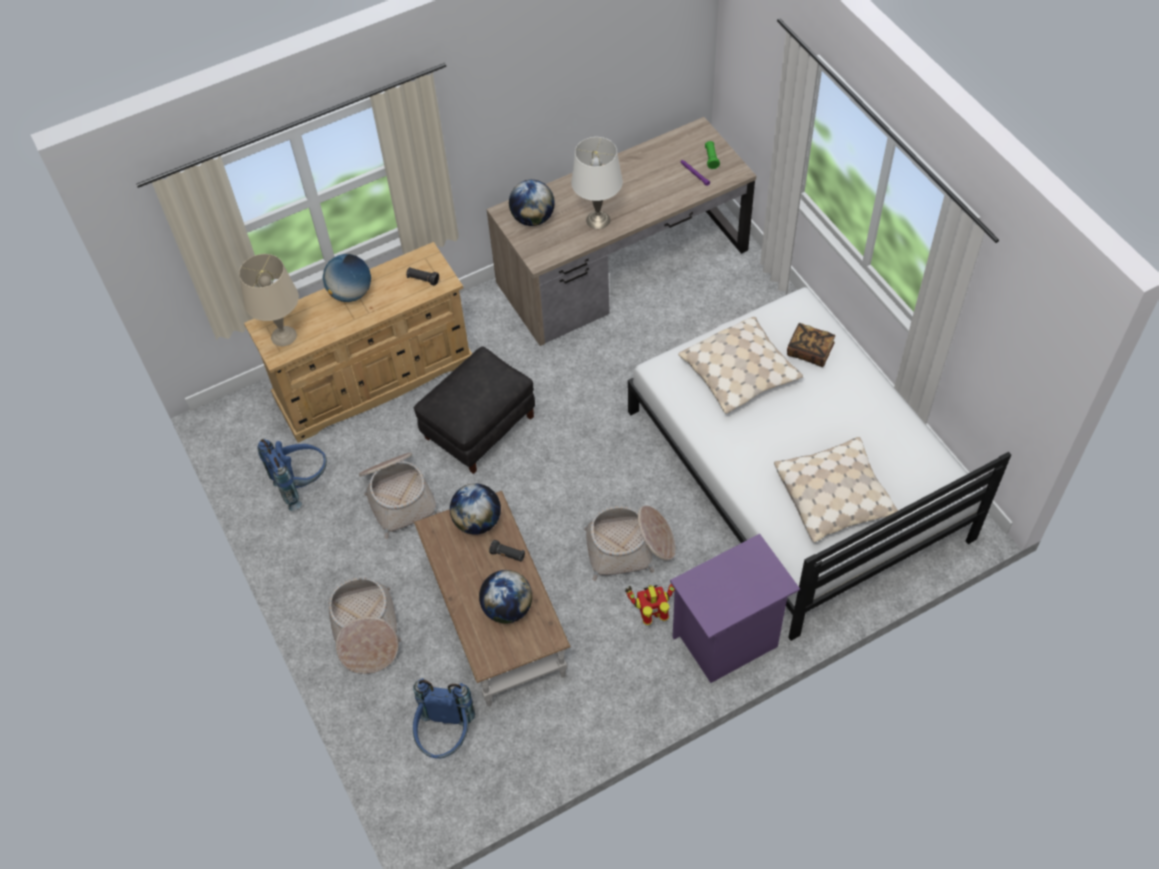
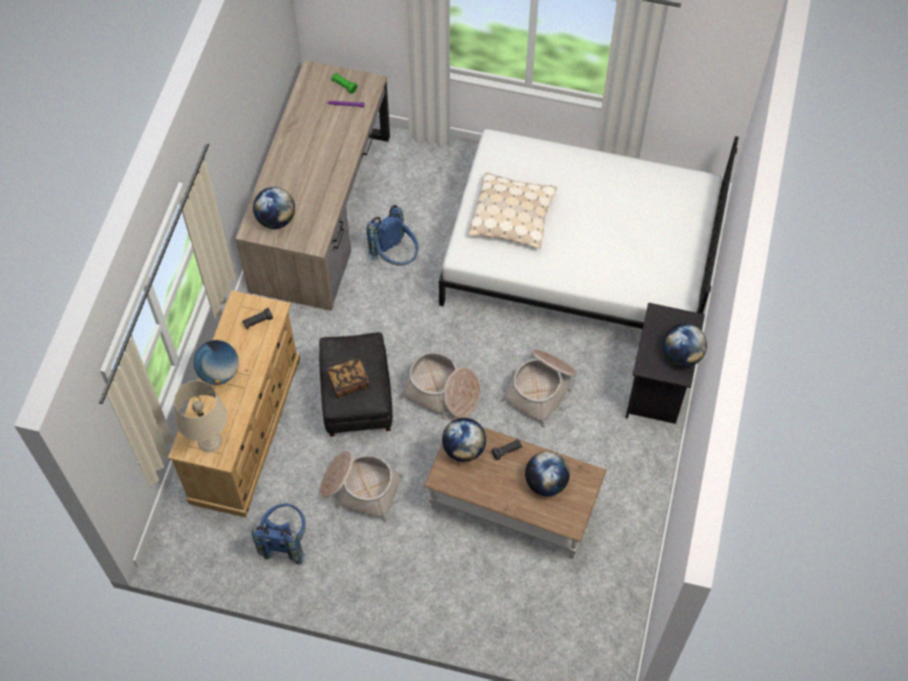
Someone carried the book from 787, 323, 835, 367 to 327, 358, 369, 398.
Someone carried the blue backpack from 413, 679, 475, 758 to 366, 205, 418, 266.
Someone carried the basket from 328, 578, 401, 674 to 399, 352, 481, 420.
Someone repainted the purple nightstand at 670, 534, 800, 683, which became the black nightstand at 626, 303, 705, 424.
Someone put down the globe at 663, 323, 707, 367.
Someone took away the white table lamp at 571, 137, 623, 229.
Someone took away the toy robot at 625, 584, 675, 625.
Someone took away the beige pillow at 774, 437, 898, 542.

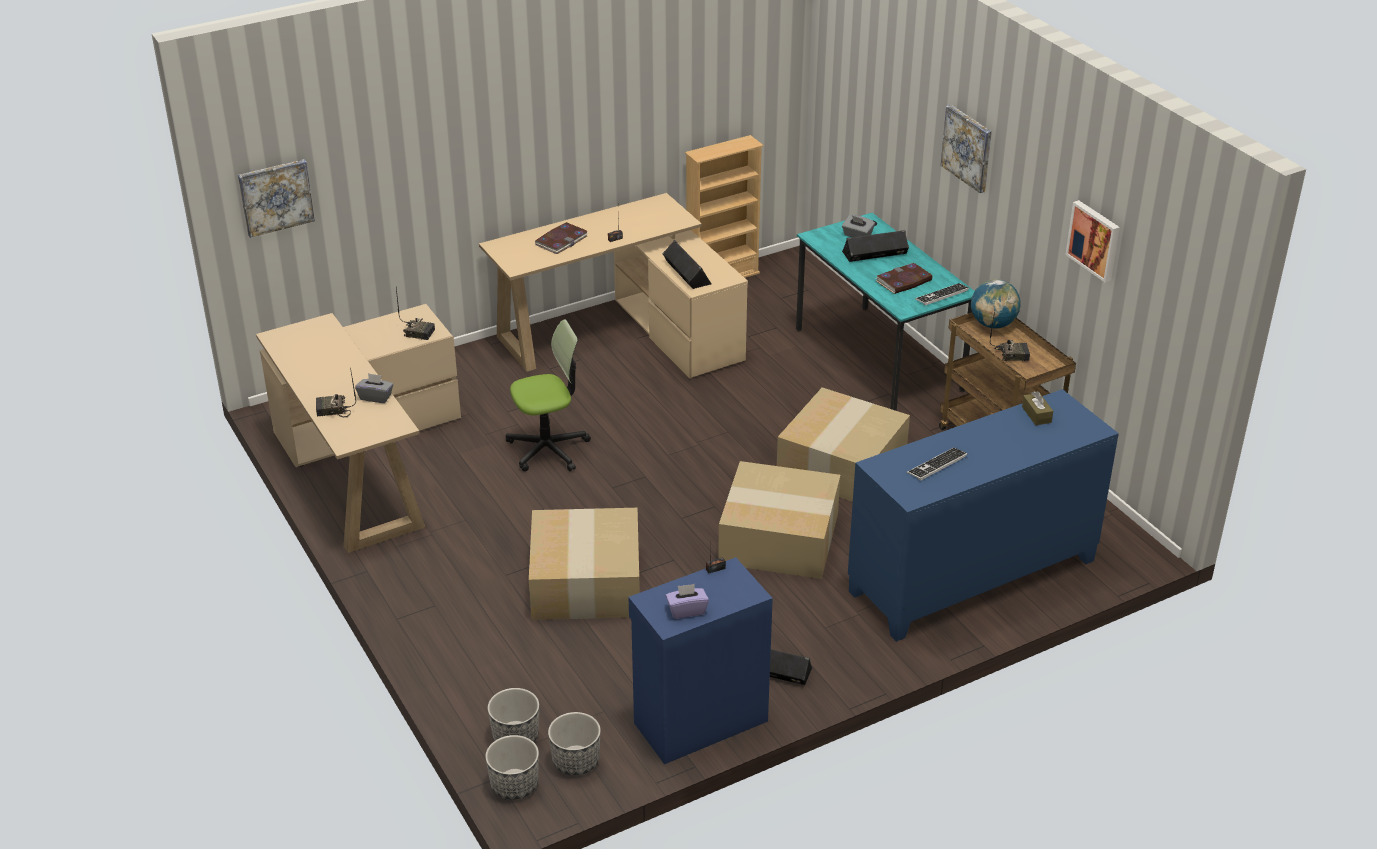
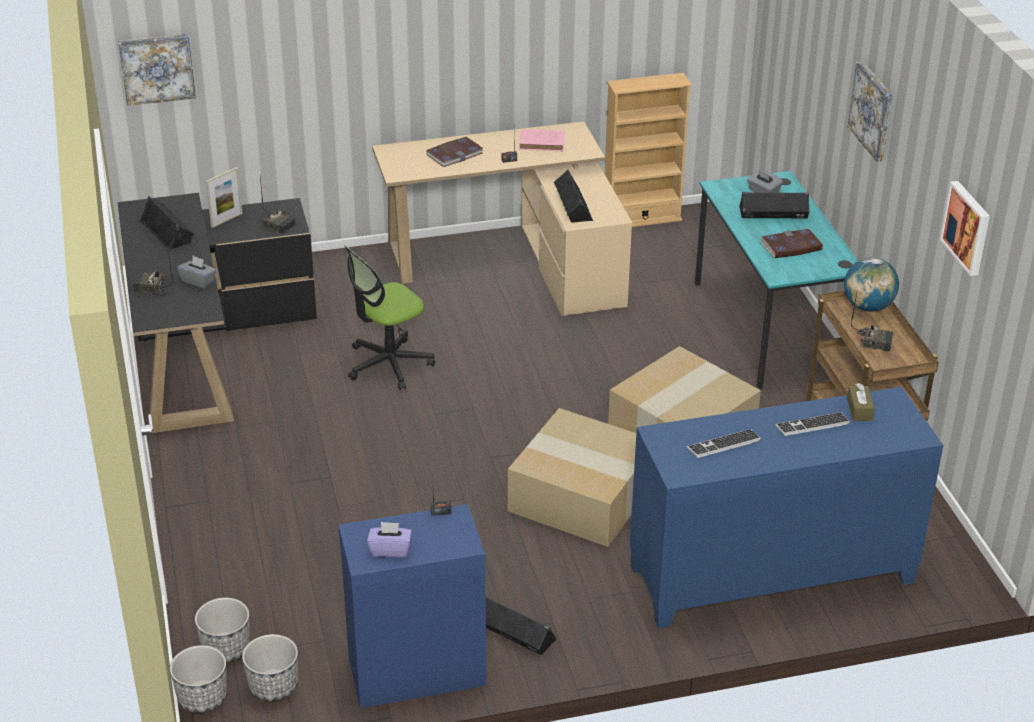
Someone repainted the beige desk at 256, 304, 461, 553, which became the black desk at 117, 193, 317, 433.
Someone put down the black speaker at 140, 196, 194, 251.
Someone put down the picture frame at 206, 167, 243, 228.
Someone rotated the office chair at 506, 319, 591, 471 by 150 degrees clockwise.
Someone put down the pink book at 519, 129, 565, 151.
Someone carried the keyboard from 915, 283, 969, 305 to 775, 412, 850, 436.
Someone took away the cardboard box at 529, 508, 640, 620.

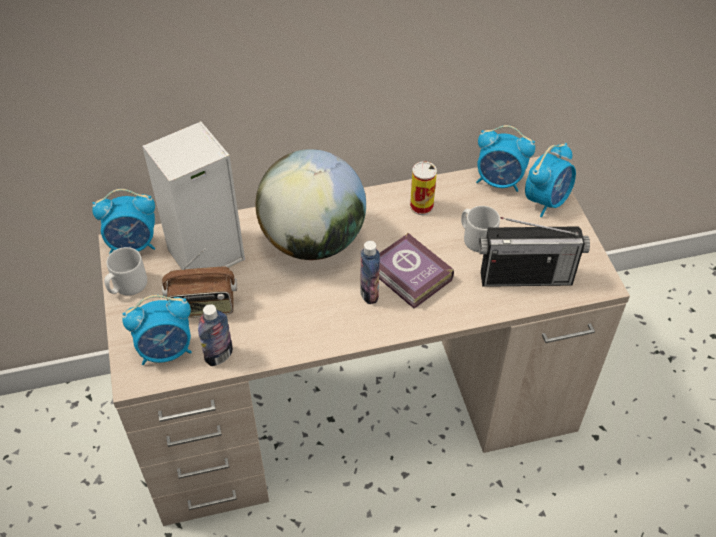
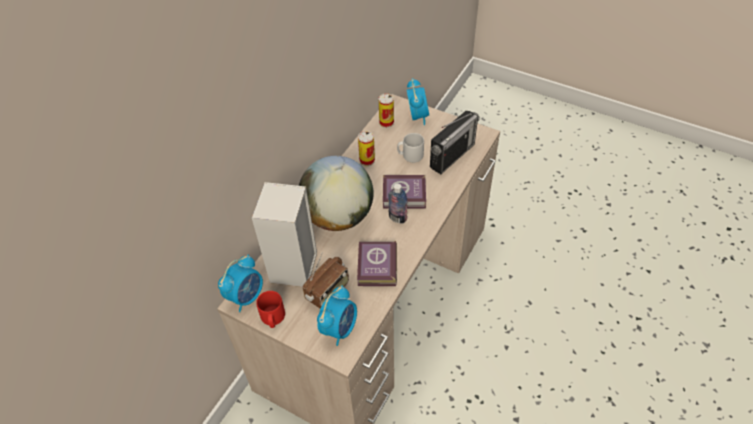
Someone repainted the grey mug at 104, 247, 147, 296, which became the red mug at 256, 291, 285, 328.
Someone put down the book at 357, 241, 397, 286.
Someone swapped the alarm clock at 476, 125, 535, 192 for the can at 378, 93, 394, 128.
Someone took away the bottle at 198, 304, 233, 366.

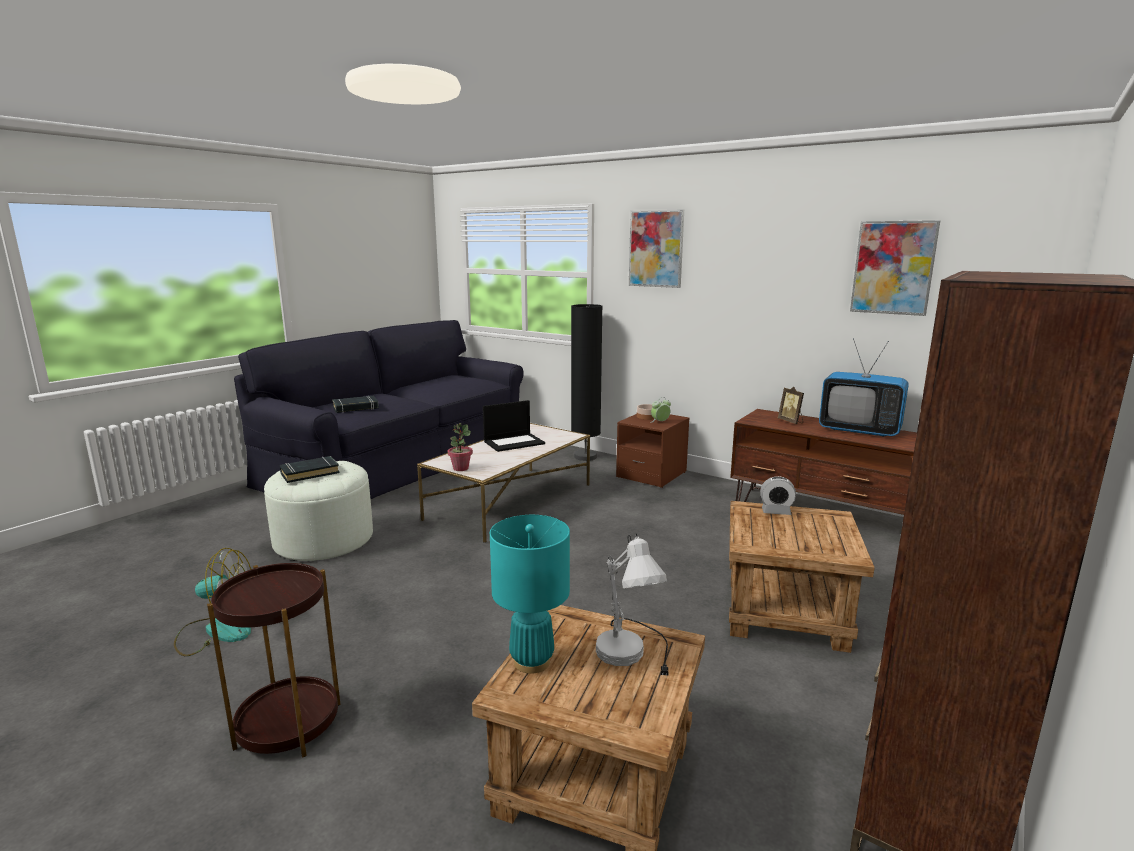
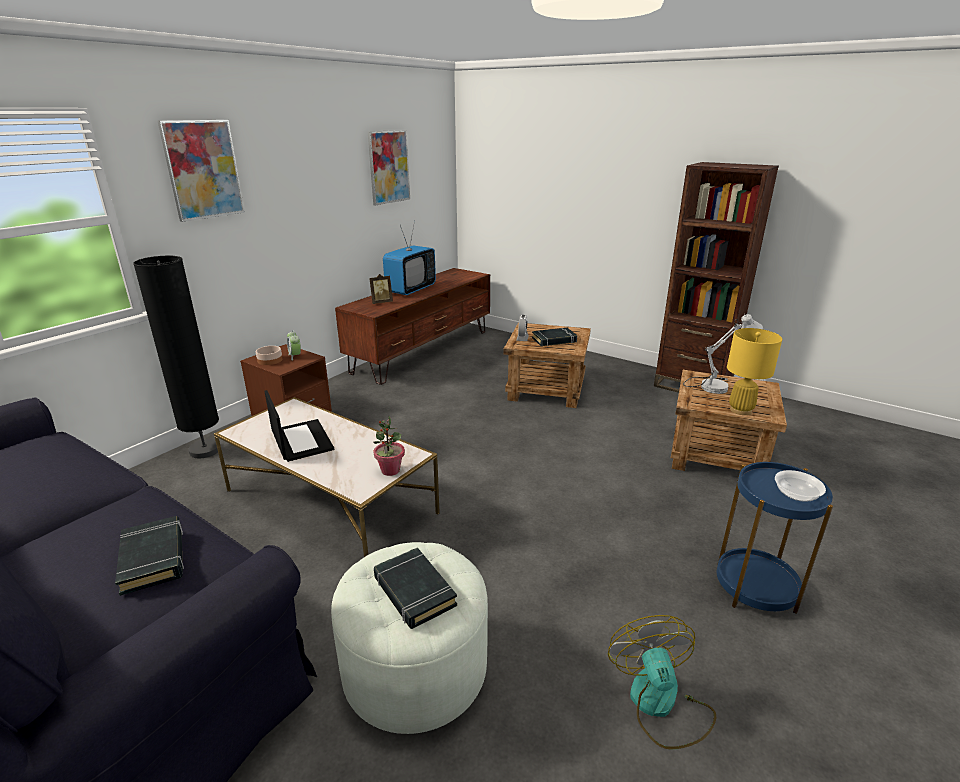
Someone put down the black book at 532, 328, 577, 346.
Someone repainted the brown side table at 207, 563, 341, 758, which became the blue side table at 717, 462, 833, 613.
Someone repainted the turquoise table lamp at 490, 515, 570, 674, which became the yellow table lamp at 727, 328, 782, 415.
Someone put down the bowl at 775, 470, 826, 502.

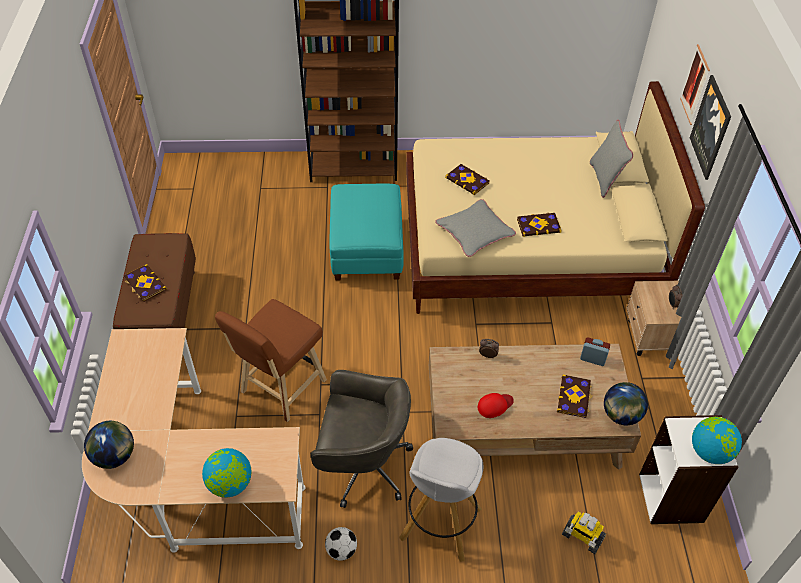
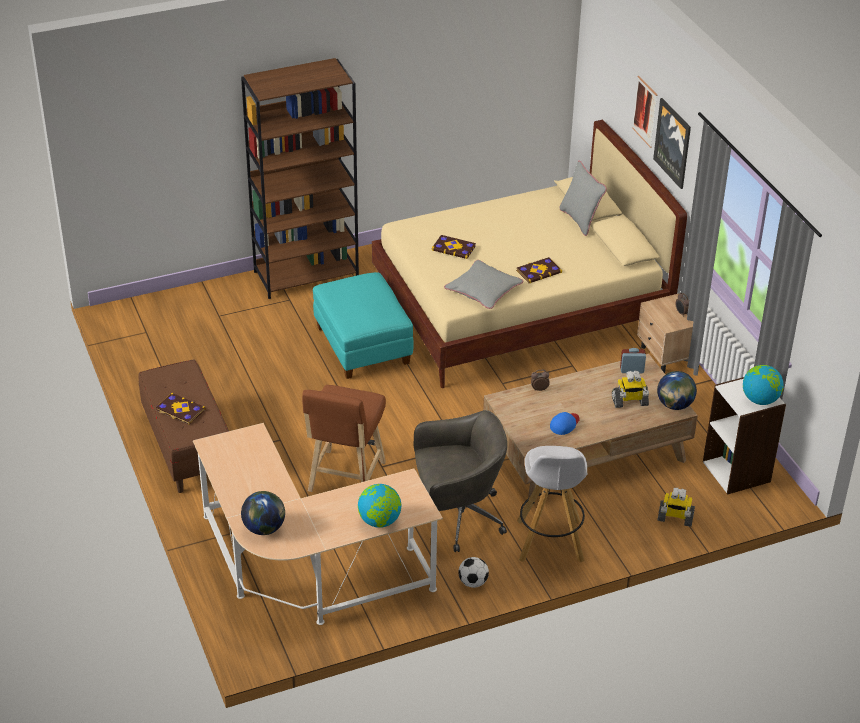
Someone repainted the red cap at 478, 393, 514, 418, which became the blue cap at 550, 412, 580, 435.
Someone swapped the book at 557, 375, 592, 418 for the toy robot at 612, 371, 649, 408.

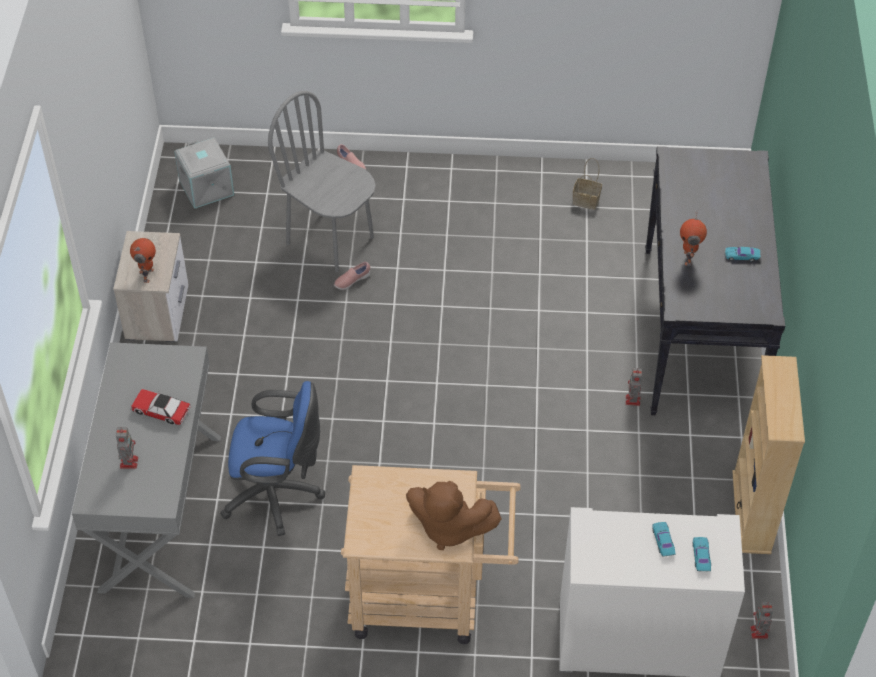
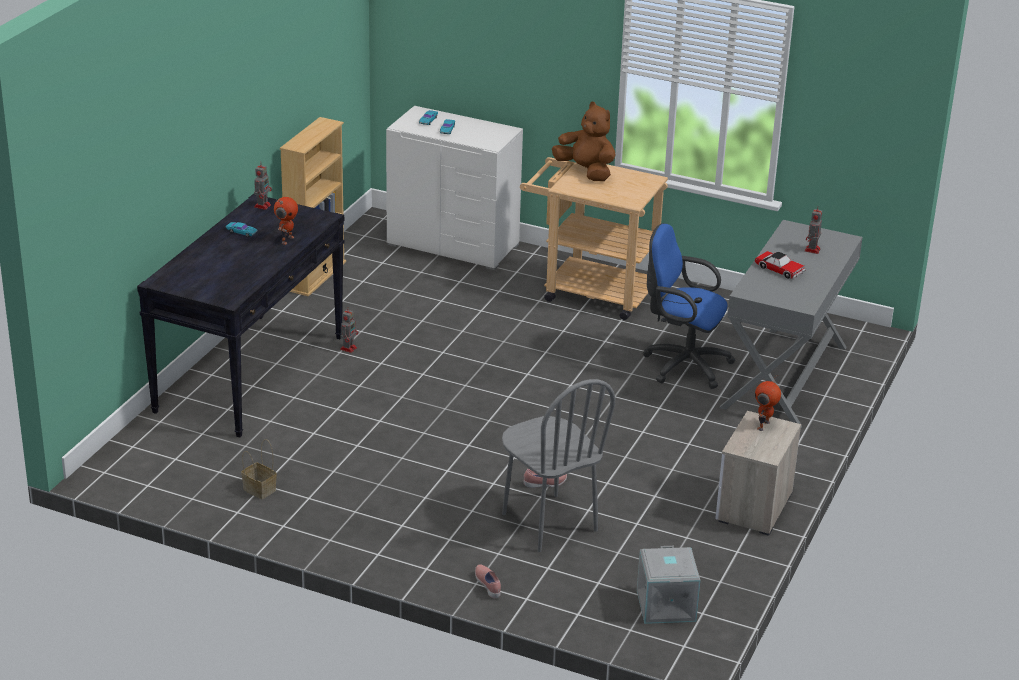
Someone carried the toy robot from 750, 602, 773, 639 to 254, 162, 272, 210.

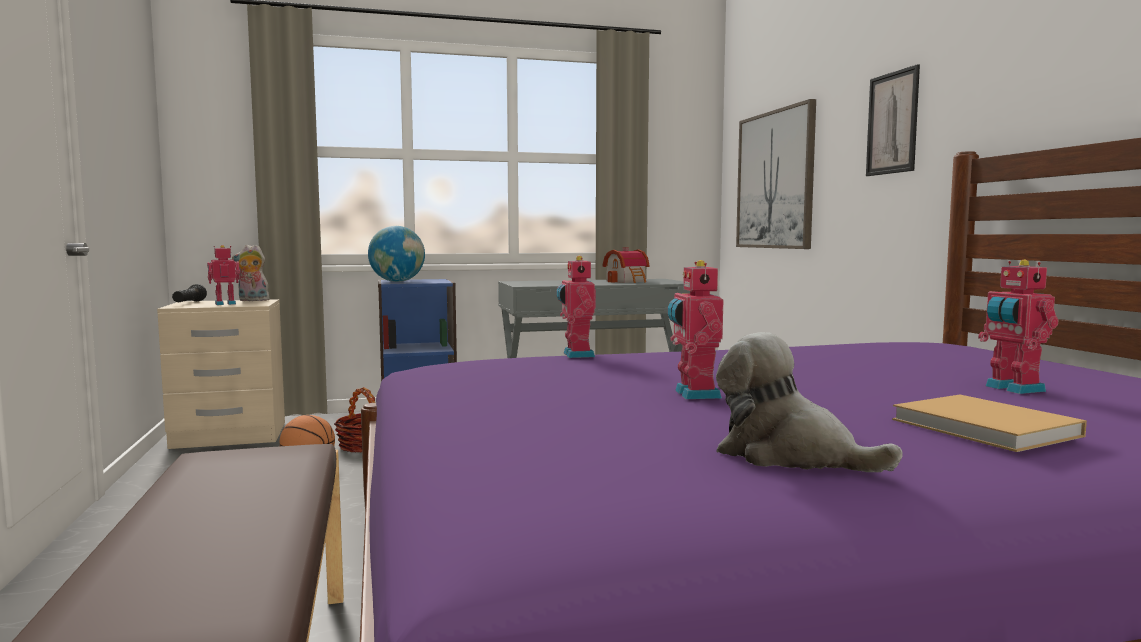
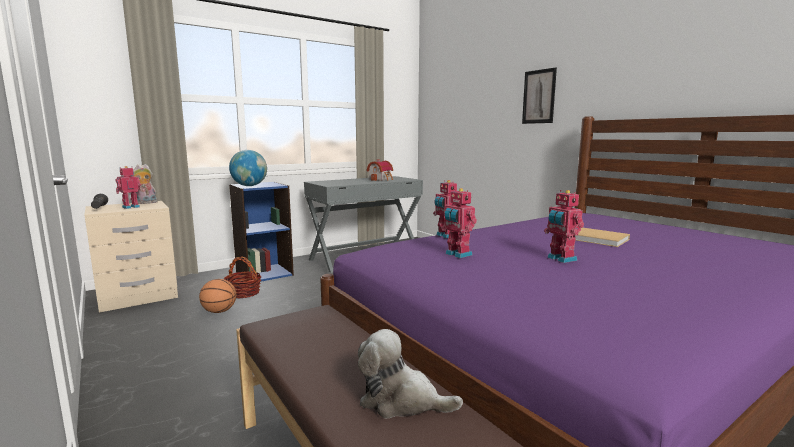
Someone carried the plush toy from 716, 332, 903, 472 to 358, 329, 463, 418.
Someone carried the toy robot from 978, 259, 1059, 394 to 441, 188, 477, 258.
Someone carried the beige book from 892, 395, 1087, 452 to 575, 228, 630, 247.
Someone took away the picture at 736, 99, 816, 249.

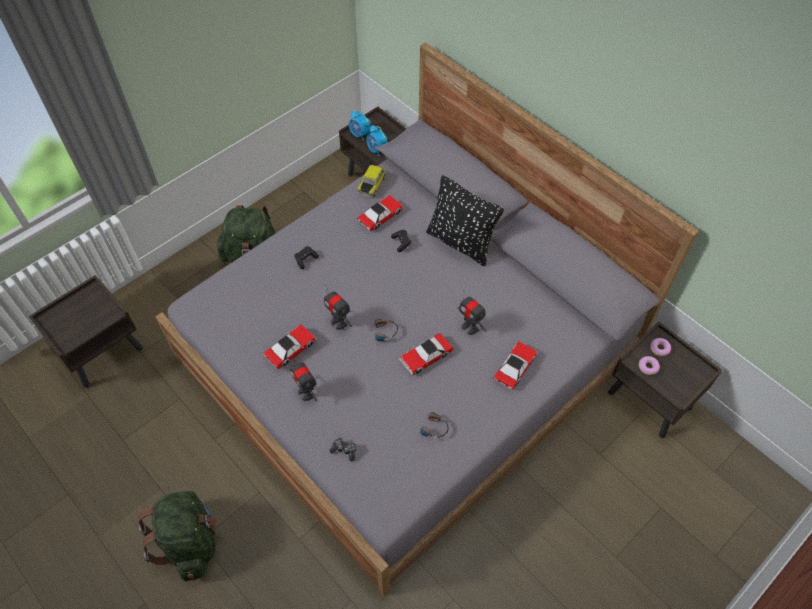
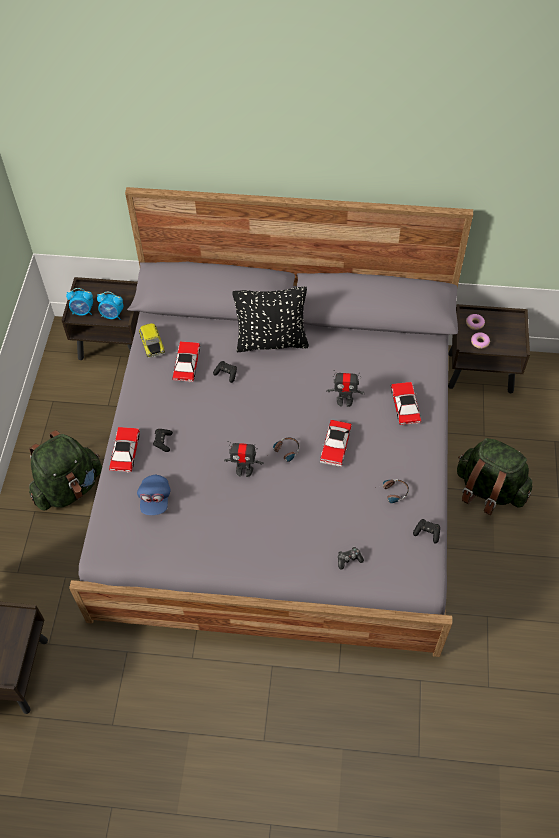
Someone carried the toy car from 263, 324, 317, 369 to 109, 427, 140, 473.
Someone put down the blue cap at 137, 475, 171, 515.
Someone put down the black game controller at 413, 519, 440, 544.
Someone carried the green backpack from 139, 491, 218, 581 to 457, 438, 532, 515.
Someone took away the toy robot at 290, 355, 317, 402.

